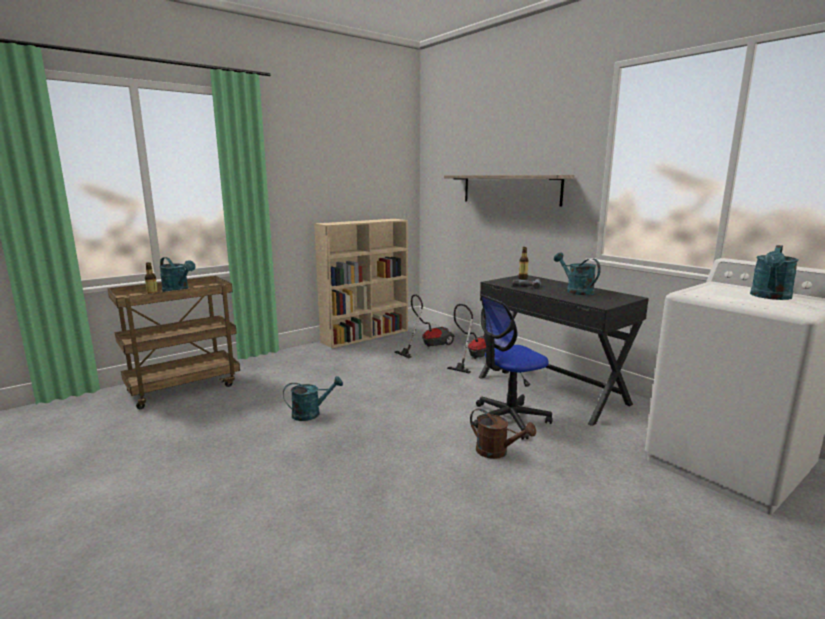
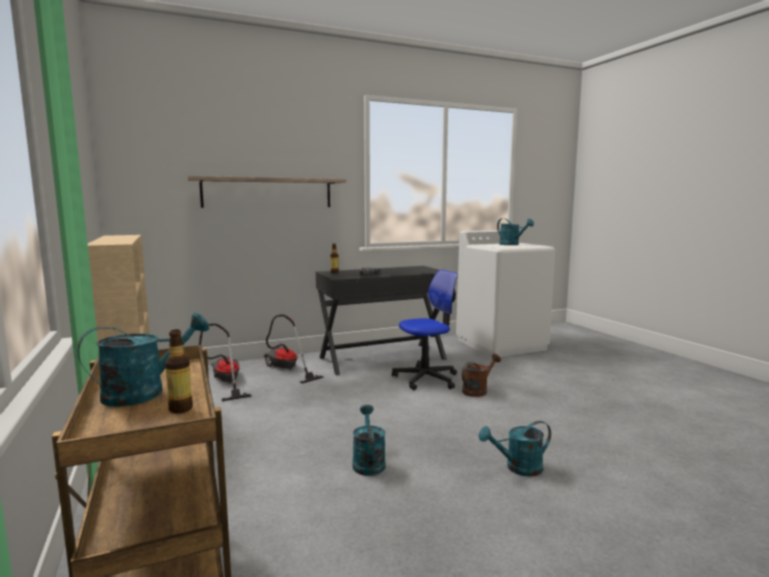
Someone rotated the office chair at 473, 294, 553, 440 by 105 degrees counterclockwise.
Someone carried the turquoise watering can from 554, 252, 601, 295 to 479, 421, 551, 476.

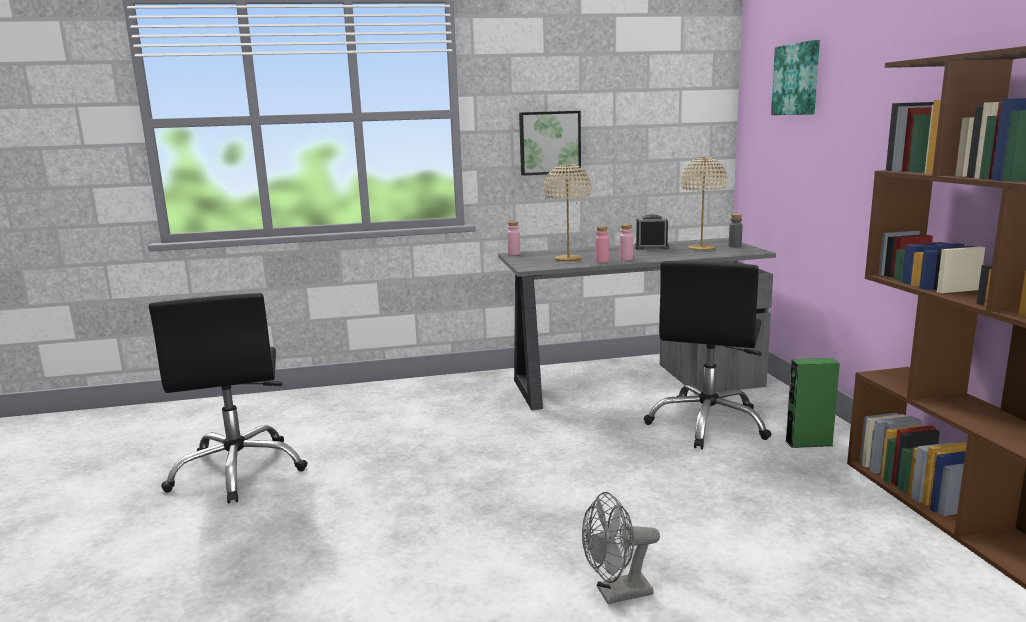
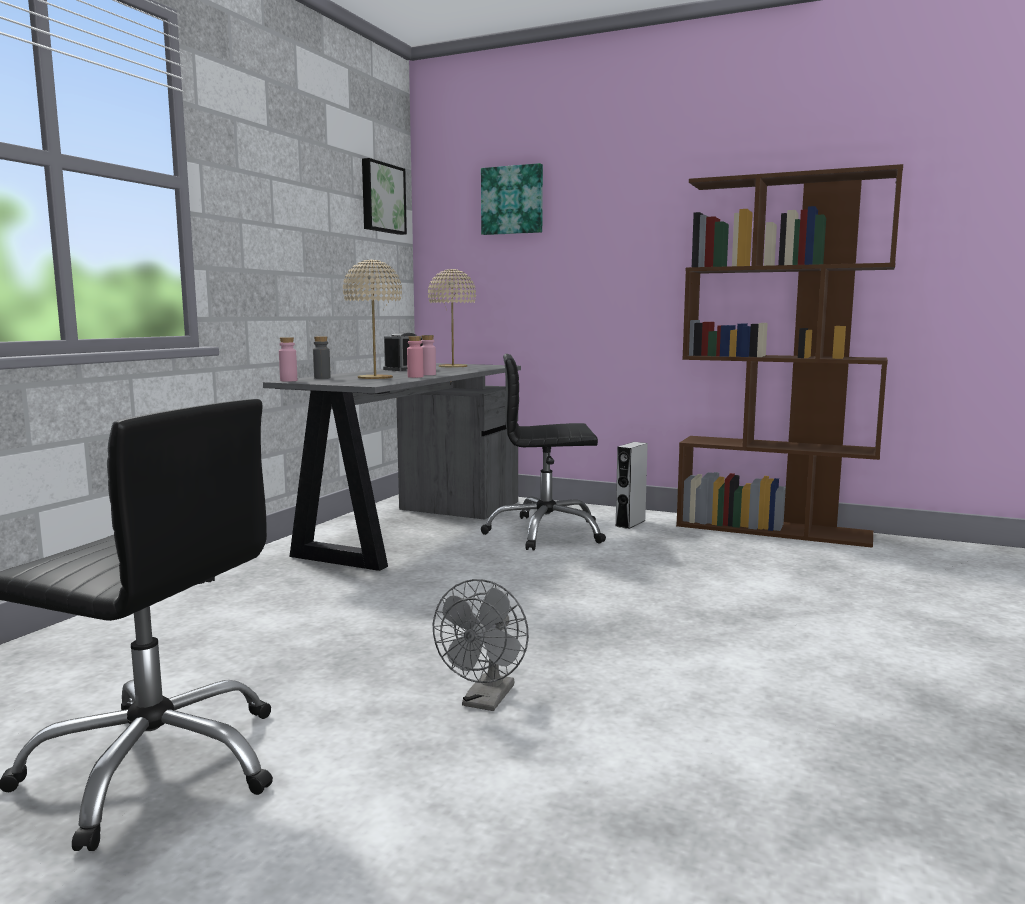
Someone carried the grey bottle from 729, 214, 743, 248 to 313, 336, 331, 379.
Someone carried the picture from 519, 111, 581, 176 to 362, 158, 407, 235.
Someone carried the grey fan from 582, 492, 660, 604 to 433, 579, 529, 711.
Someone rotated the black office chair at 644, 261, 771, 449 by 120 degrees clockwise.
Someone repainted the green speaker at 785, 358, 840, 448, which became the grey speaker at 615, 442, 648, 529.

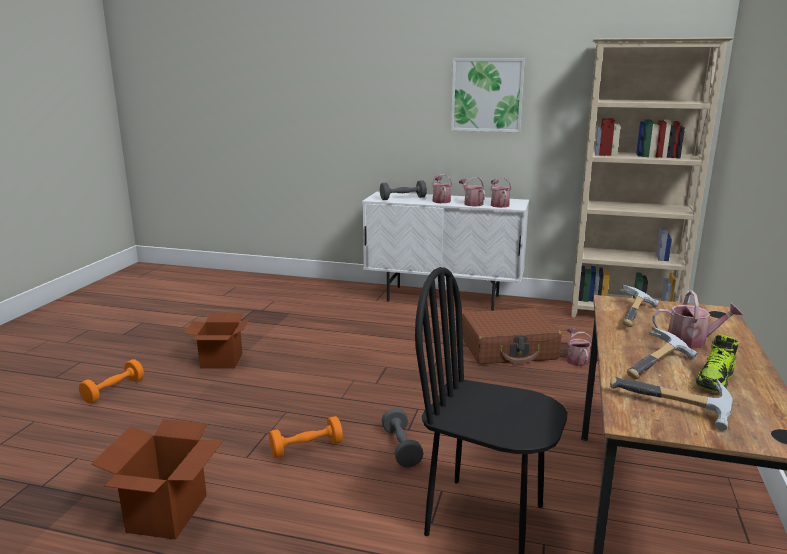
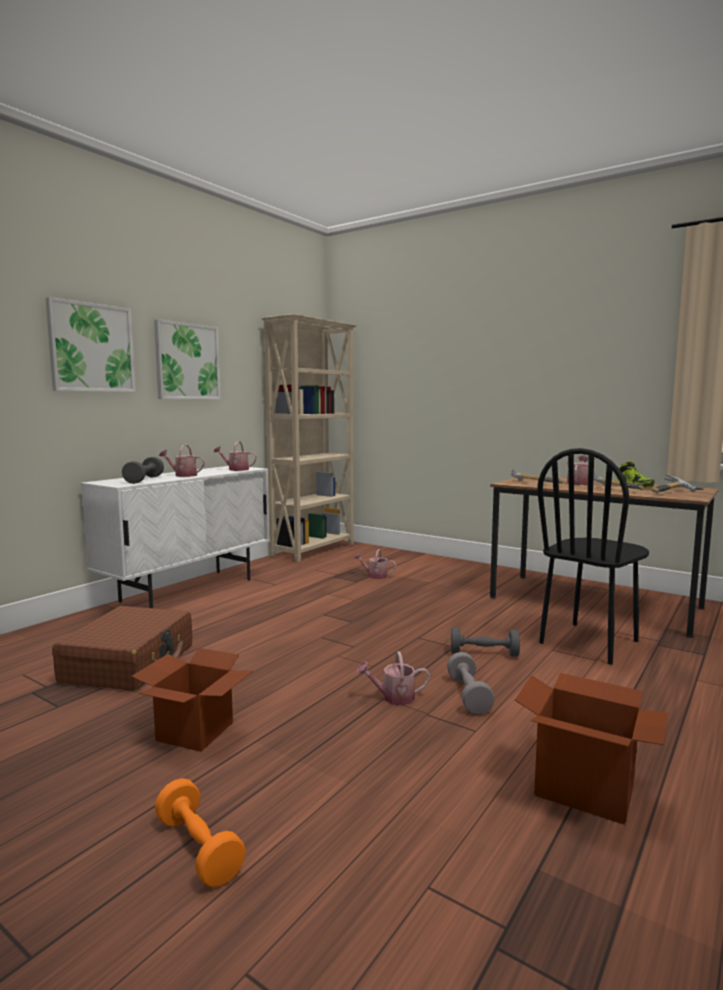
Someone put up the picture at 46, 297, 136, 392.
Someone carried the brown suitcase from 462, 308, 561, 364 to 52, 606, 192, 691.
Someone carried the watering can from 459, 177, 485, 207 to 356, 651, 430, 705.
Someone repainted the orange dumbbell at 269, 416, 343, 458, which became the grey dumbbell at 447, 652, 495, 715.

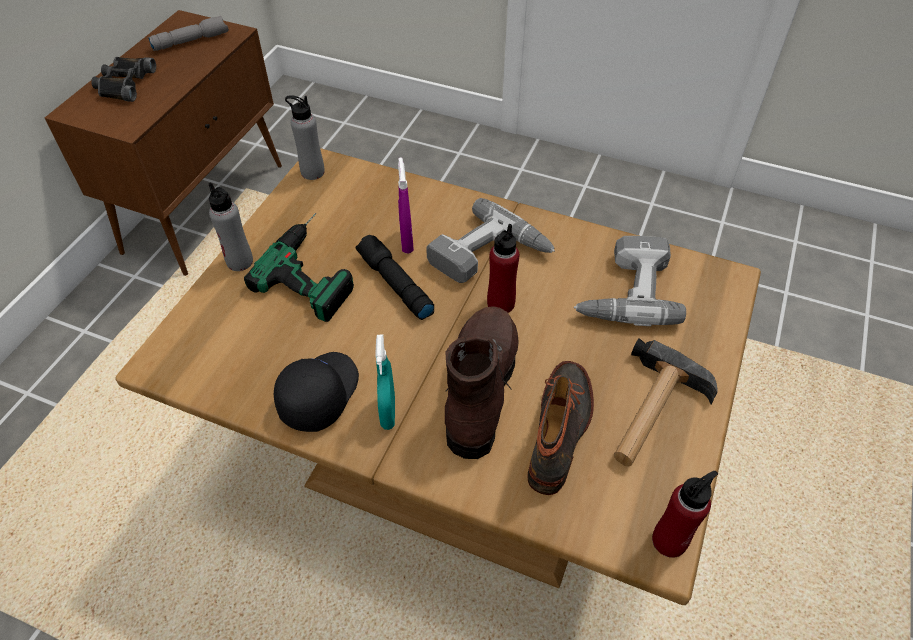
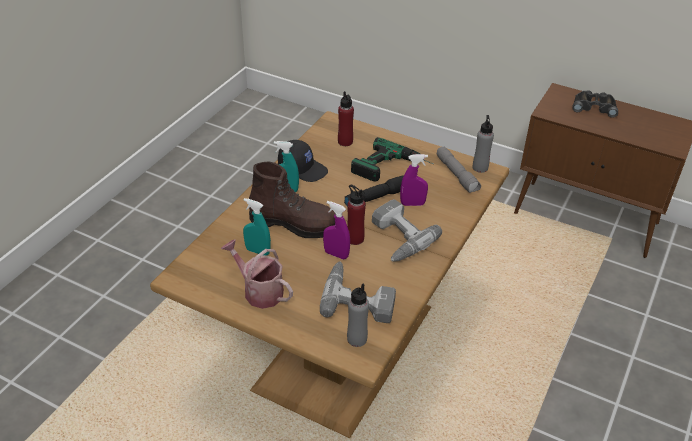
Someone swapped the hammer at 614, 338, 718, 466 for the watering can at 221, 240, 293, 309.
Someone swapped the boot at 527, 361, 594, 495 for the turquoise spray bottle at 243, 198, 271, 256.
Someone put down the purple spray bottle at 323, 201, 350, 259.
Someone carried the red bottle from 652, 471, 718, 558 to 338, 91, 354, 146.
Someone carried the grey bottle from 209, 182, 253, 271 to 347, 284, 369, 347.
Someone carried the grey flashlight from 148, 16, 229, 51 to 437, 147, 481, 193.

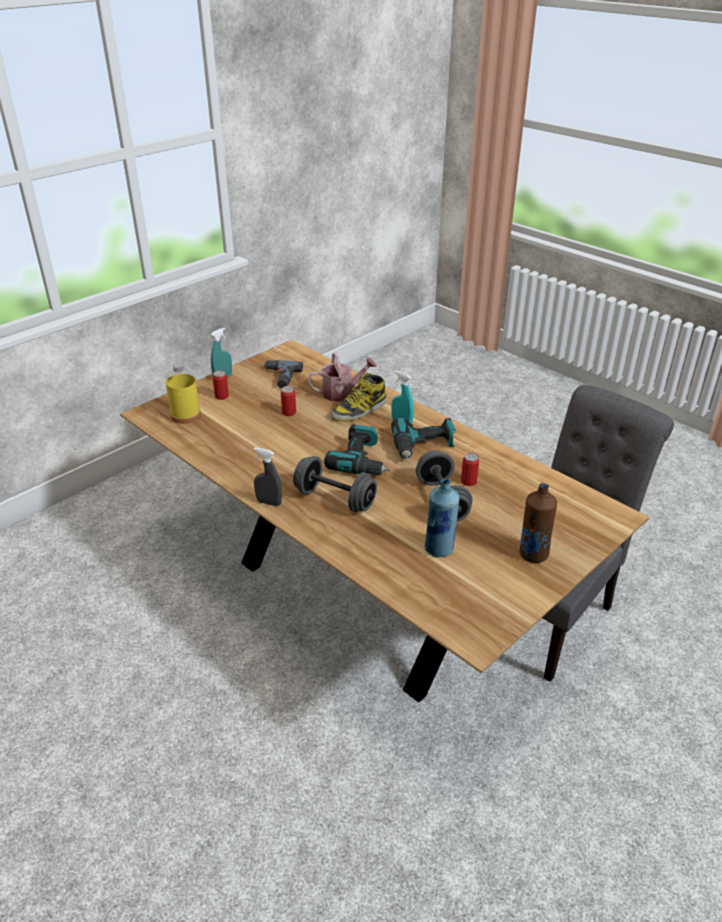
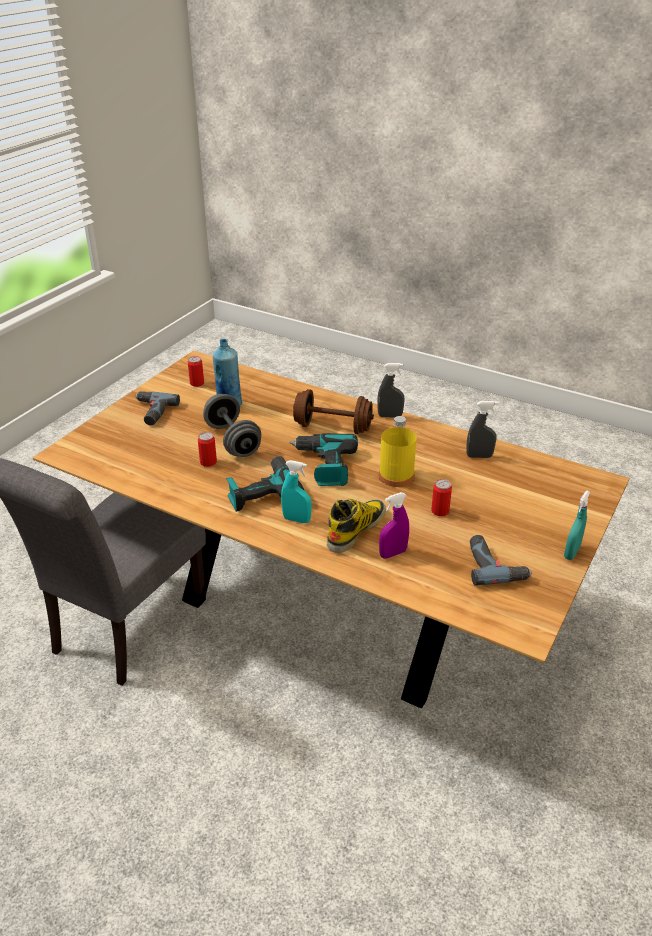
Someone swapped the brown bottle at 520, 483, 557, 563 for the power drill at 135, 391, 180, 426.
Someone carried the can from 212, 370, 229, 400 to 188, 356, 204, 387.
Someone repainted the grey dumbbell at 293, 456, 377, 512, which became the brown dumbbell at 293, 389, 374, 434.
Someone carried the yellow bottle from 166, 363, 201, 424 to 379, 416, 417, 487.
Someone swapped the watering can at 307, 353, 377, 402 for the purple spray bottle at 379, 492, 409, 559.
Someone put down the grey spray bottle at 466, 401, 498, 458.

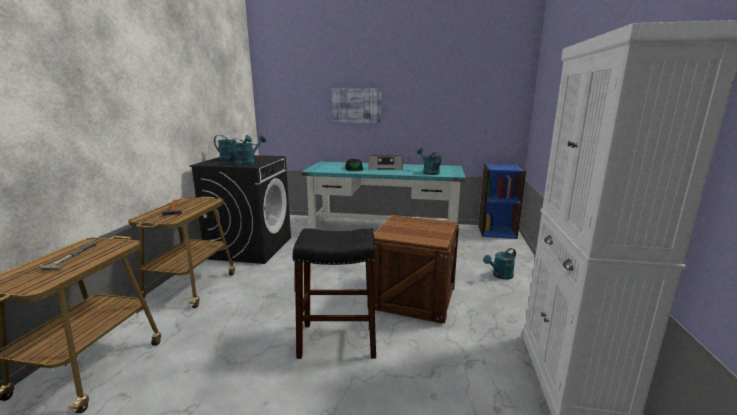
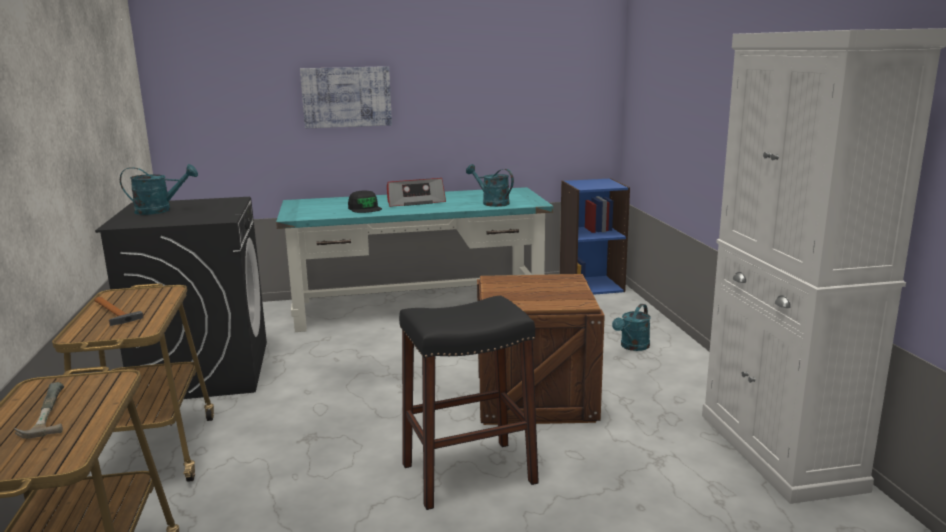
Someone took away the turquoise watering can at 230, 135, 266, 165.

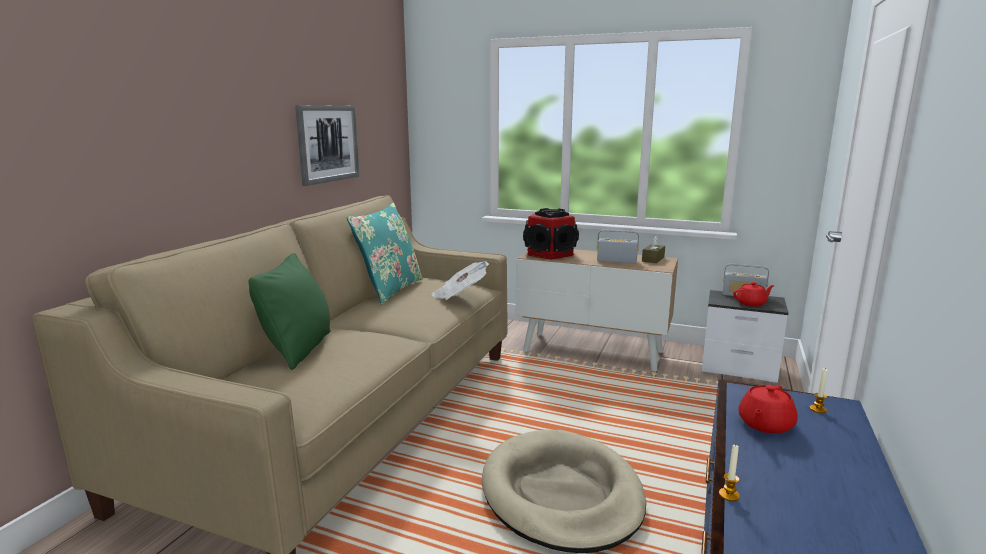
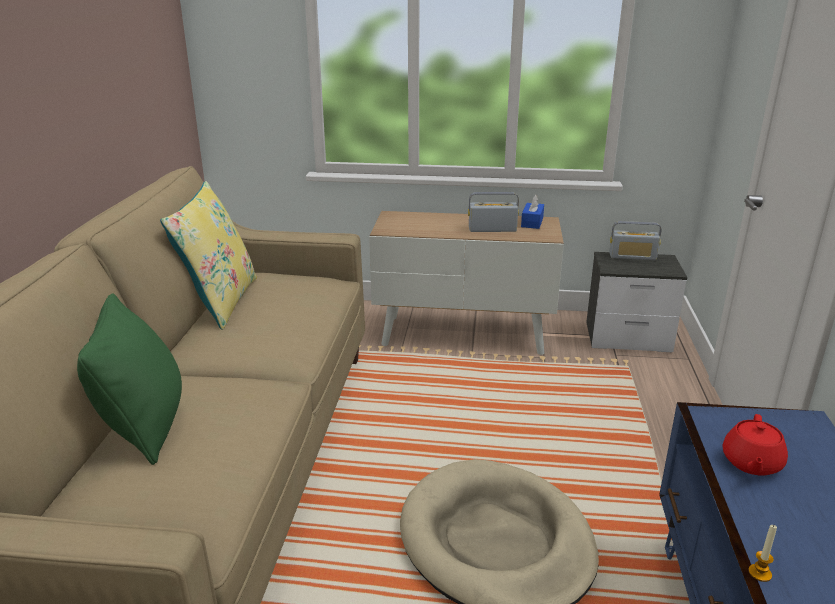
Someone repainted the turquoise pillow at 347, 203, 423, 304, which became the yellow pillow at 160, 181, 257, 330.
Someone repainted the brown tissue box at 642, 236, 665, 263, which became the blue tissue box at 521, 195, 544, 229.
Someone took away the picture at 295, 105, 360, 186.
Someone took away the newspaper at 431, 261, 489, 300.
Someone took away the speaker at 523, 208, 579, 260.
Someone took away the red teapot at 733, 282, 775, 307.
Someone took away the candle at 810, 368, 827, 413.

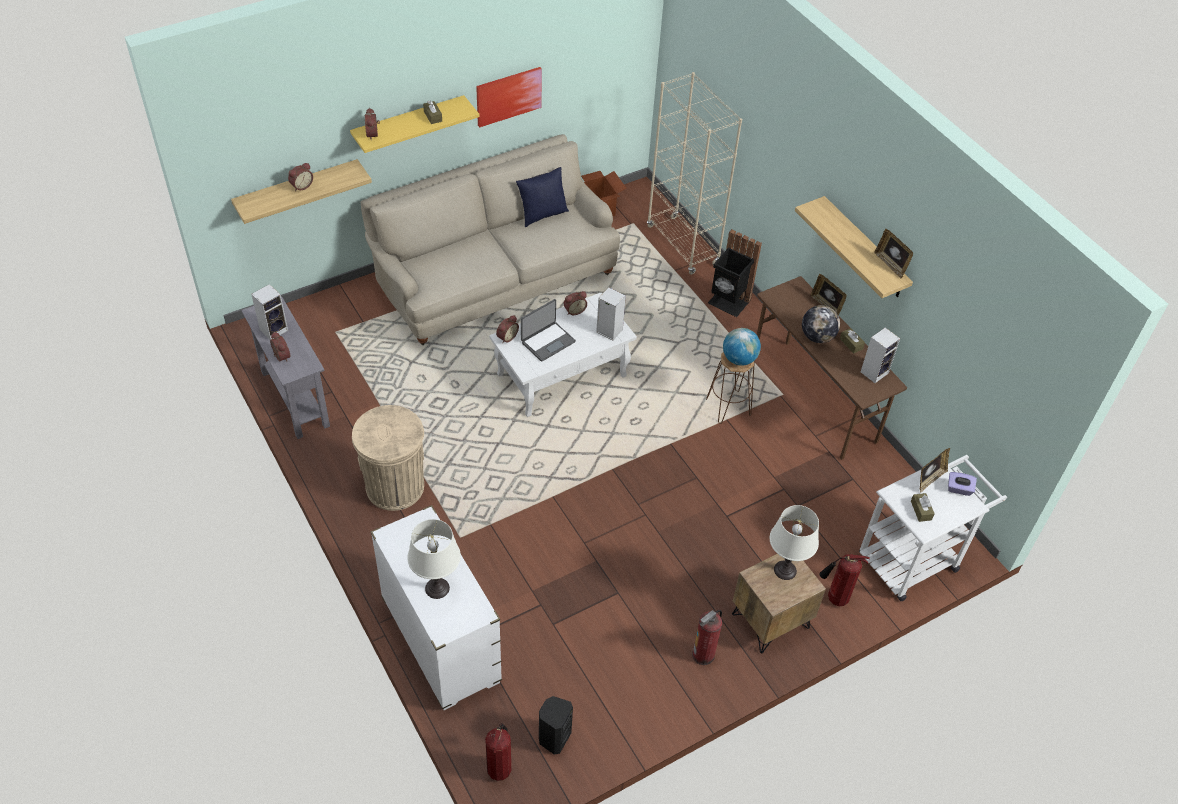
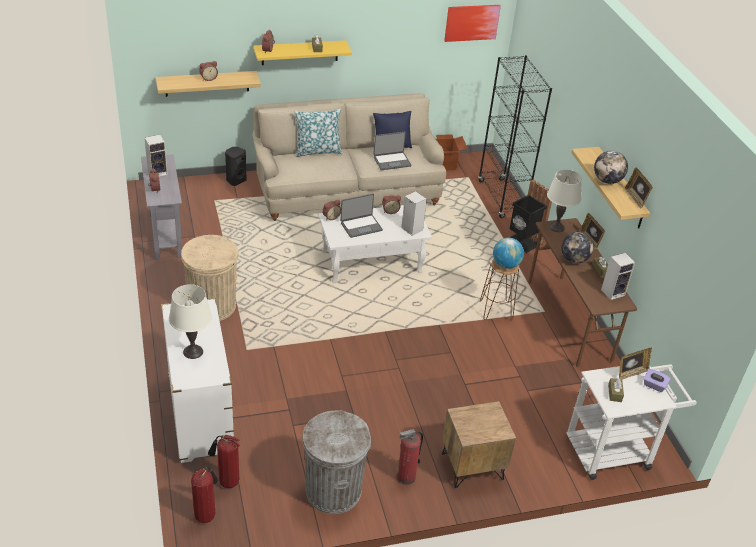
Someone carried the fire extinguisher from 820, 554, 870, 606 to 208, 435, 240, 488.
Someone carried the black speaker from 539, 696, 573, 755 to 225, 146, 247, 186.
Someone put down the pillow at 294, 109, 342, 157.
Someone put down the grey trash can at 302, 410, 371, 514.
Someone put down the laptop at 373, 132, 411, 170.
Someone carried the picture from 476, 67, 542, 127 to 444, 5, 501, 42.
Someone repainted the beige bookcase at 647, 72, 742, 275, which became the black bookcase at 478, 55, 552, 218.
Someone carried the white table lamp from 770, 505, 819, 580 to 547, 170, 582, 232.
Someone put down the globe at 594, 151, 628, 184.

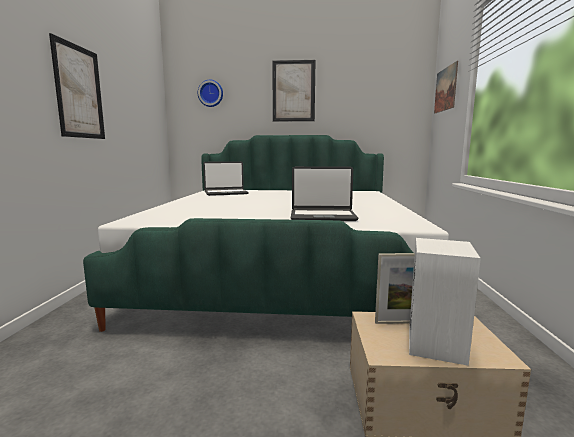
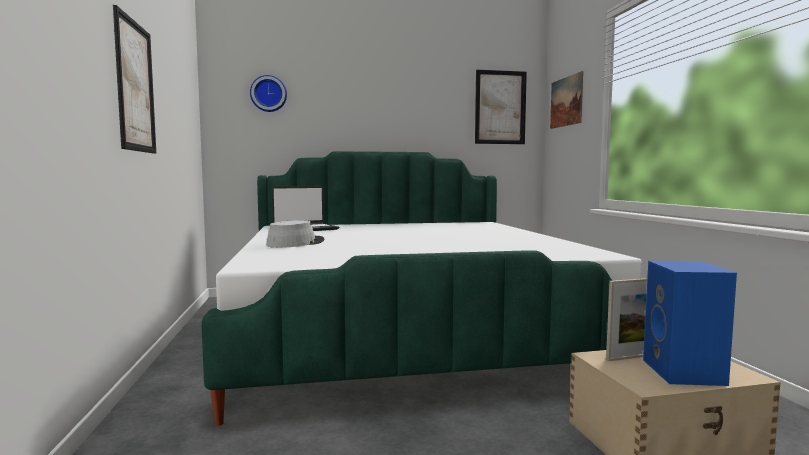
Someone put down the grey hat at 266, 220, 324, 248.
Someone carried the picture from 272, 60, 315, 122 to 475, 70, 527, 144.
Someone repainted the white speaker at 409, 238, 481, 366, which became the blue speaker at 643, 261, 737, 386.
Someone took away the laptop at 291, 166, 358, 221.

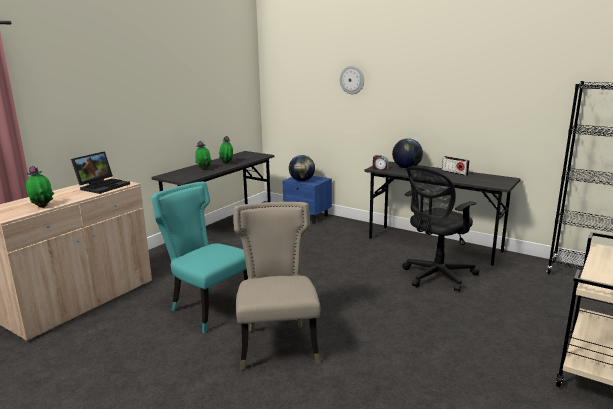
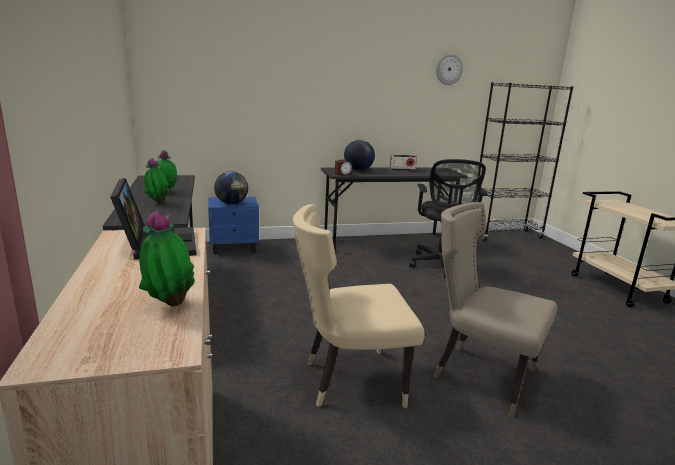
Someone repainted the turquoise chair at 151, 182, 248, 333, which became the beige chair at 293, 204, 425, 408.
Someone carried the wall clock from 340, 66, 364, 94 to 436, 54, 463, 85.

